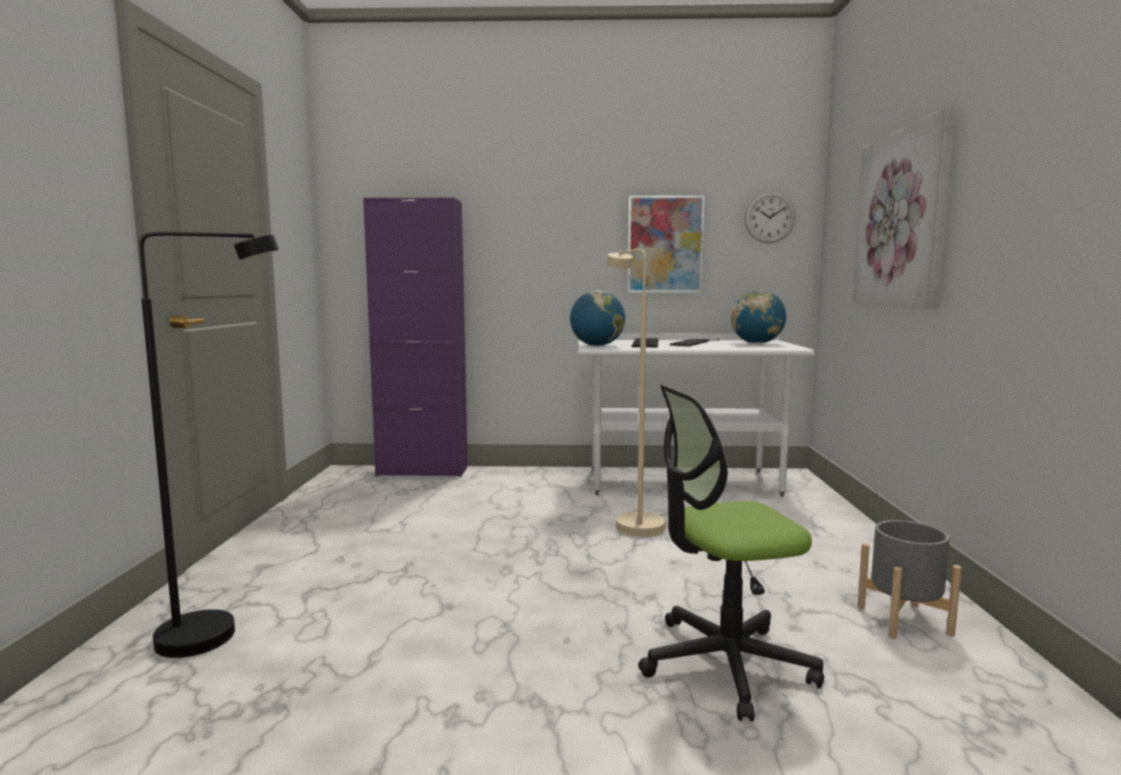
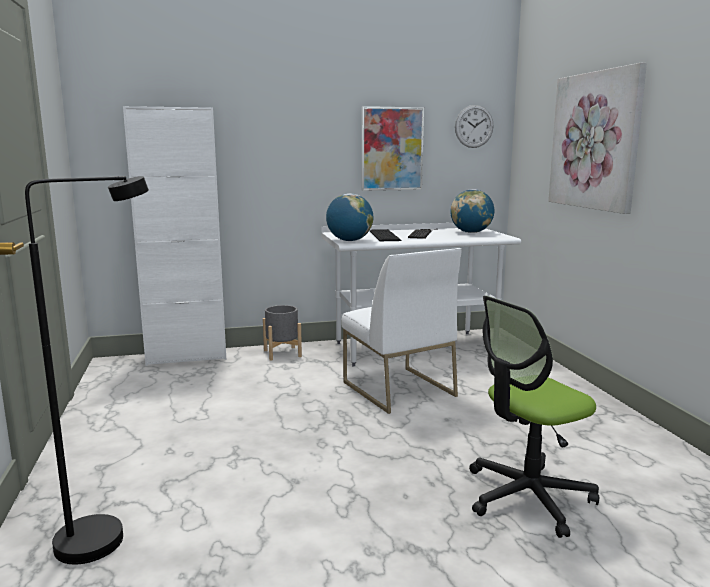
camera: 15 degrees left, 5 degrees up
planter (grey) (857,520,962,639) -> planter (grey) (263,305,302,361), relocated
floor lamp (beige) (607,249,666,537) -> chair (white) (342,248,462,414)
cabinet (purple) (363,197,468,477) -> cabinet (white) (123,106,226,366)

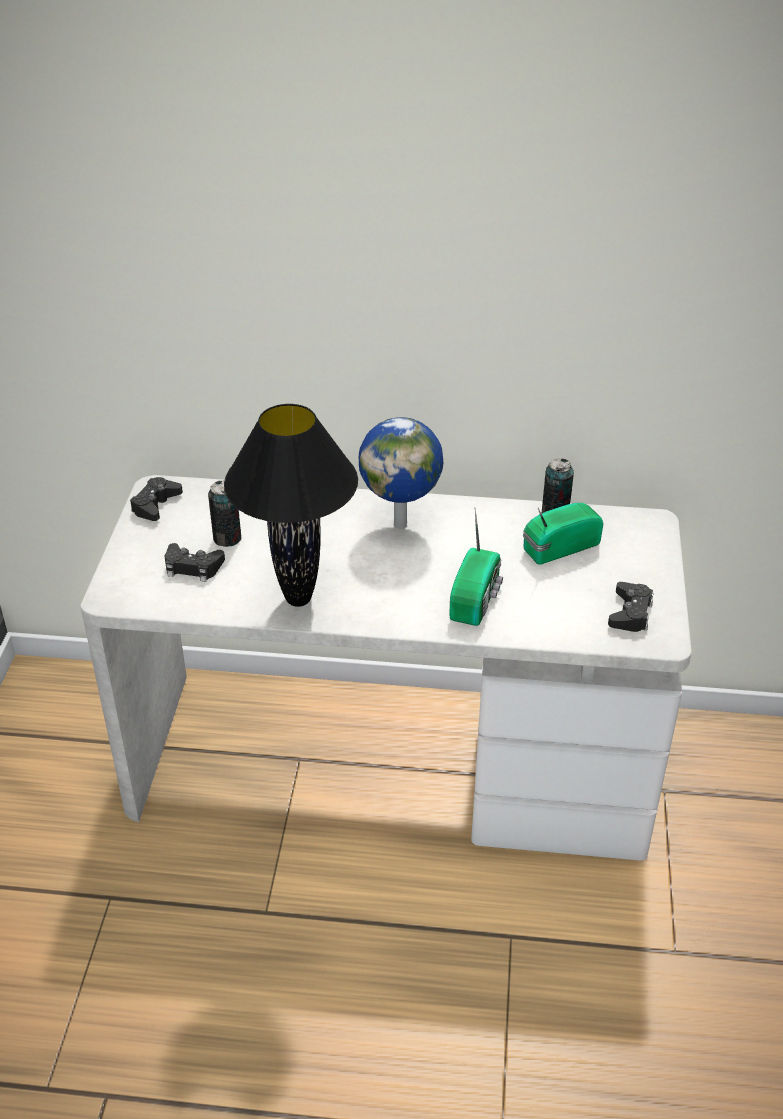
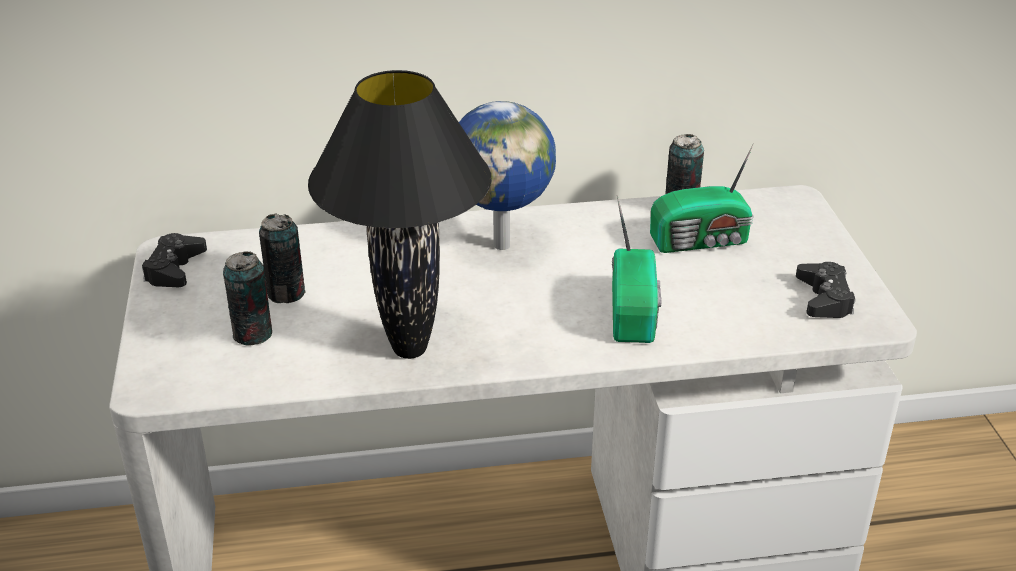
camera: 15 degrees left, 5 degrees down
game controller (black) (164,543,225,582) -> can (223,251,272,346)
radio (523,503,603,565) -> radio (650,143,754,253), 150 degrees counterclockwise

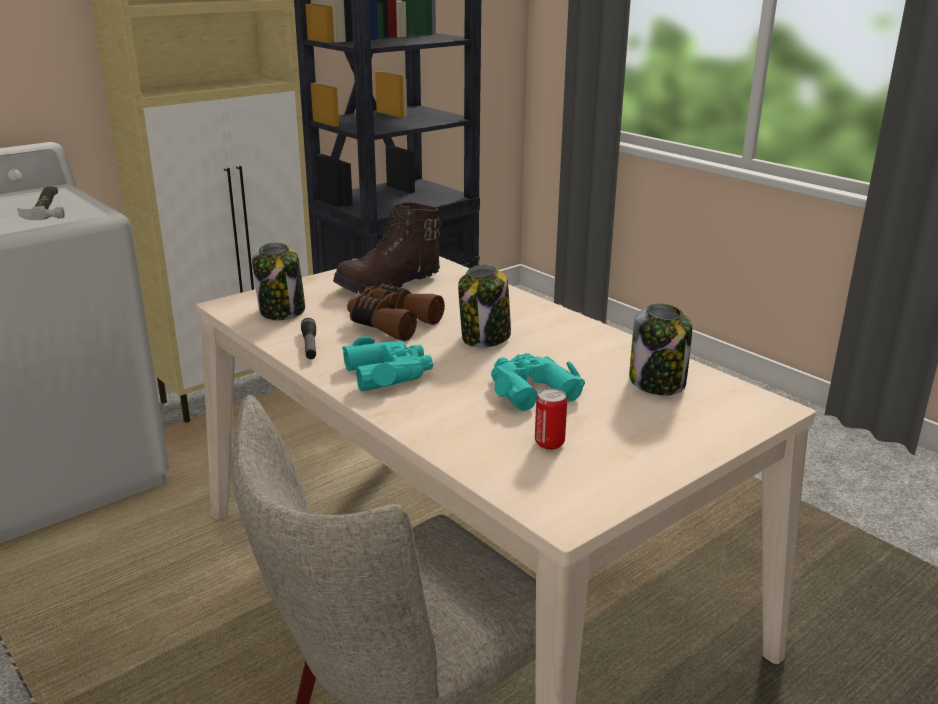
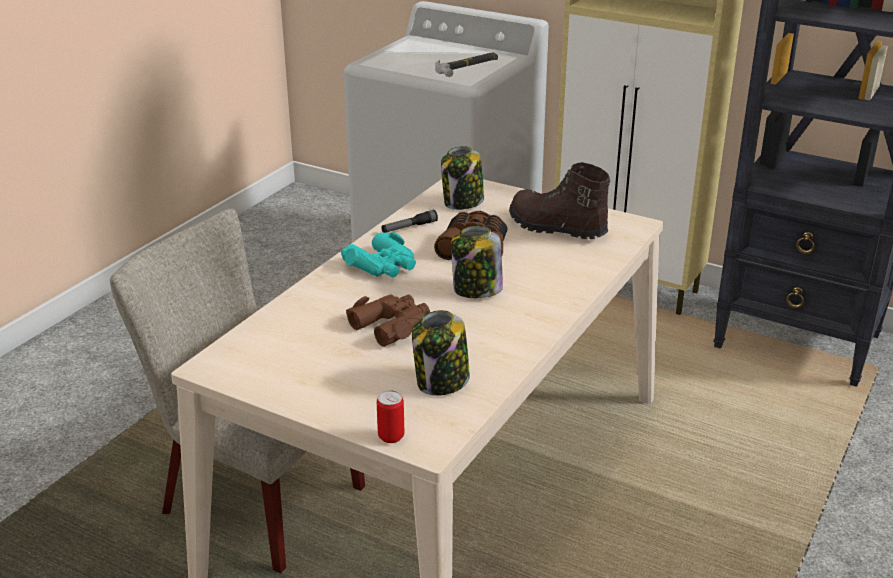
camera: 70 degrees right, 5 degrees up
can (535,389,567,450) -> can (377,390,404,443), relocated
binoculars (turquoise) (491,353,585,411) -> binoculars (brown) (346,294,430,347)

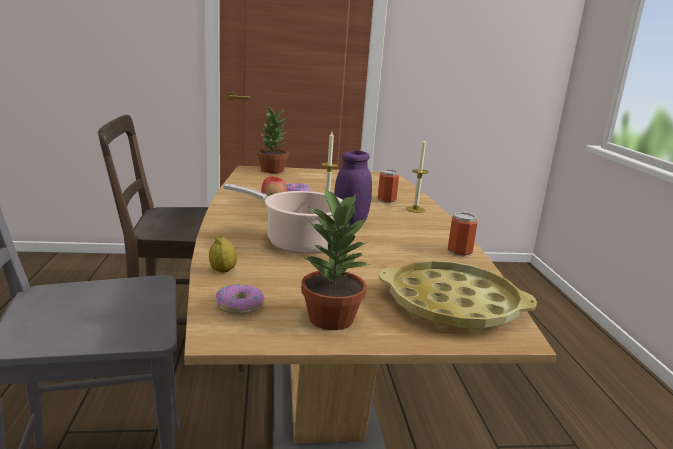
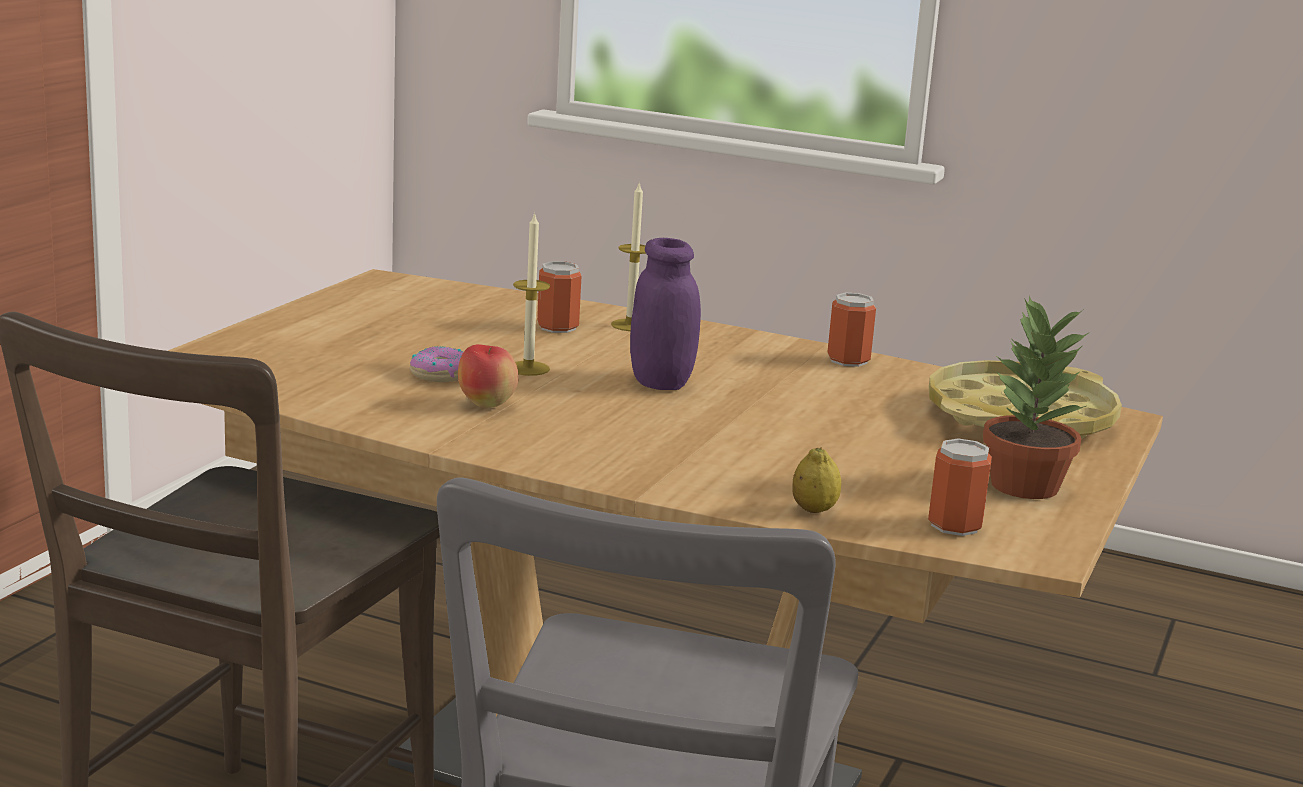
camera: 60 degrees left, 0 degrees up
cooking pot (223,184,343,254) -> none
potted plant (257,107,289,173) -> none
donut (216,284,265,315) -> can (928,438,992,536)

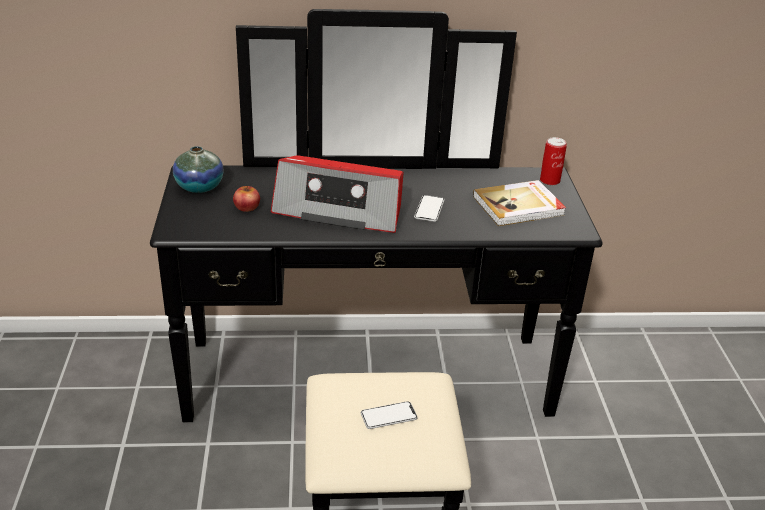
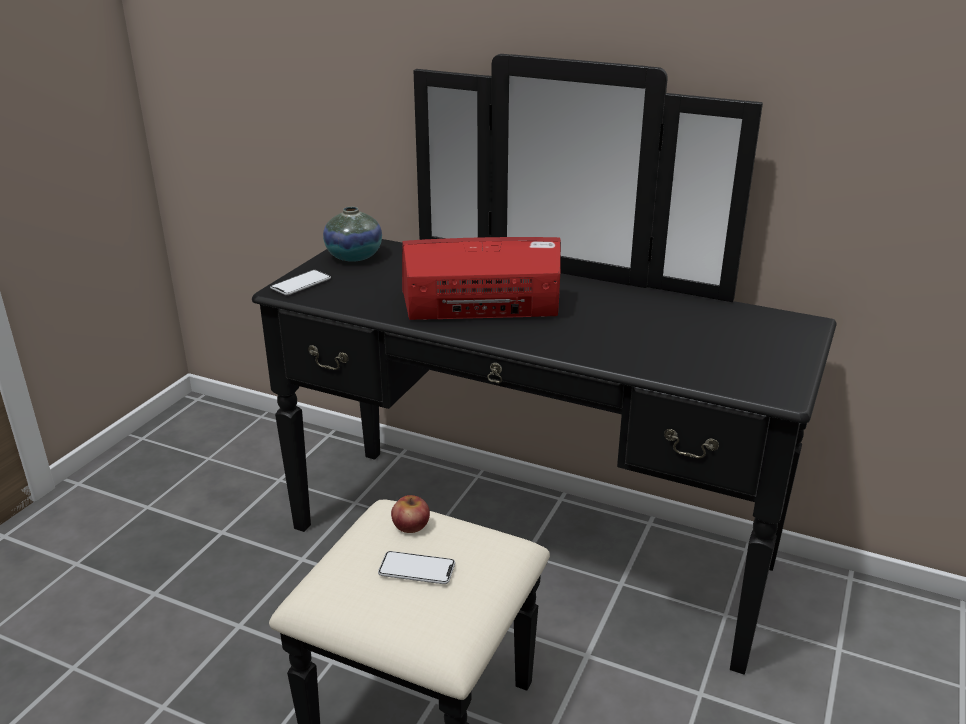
camera: 30 degrees right, 5 degrees down
book (473,180,566,226) -> none
can (540,137,567,185) -> none
apple (233,186,260,212) -> apple (391,495,430,533), relocated
phone (414,195,445,222) -> phone (270,270,331,295), relocated
radio (271,155,404,233) -> radio (402,237,561,320), 135 degrees clockwise

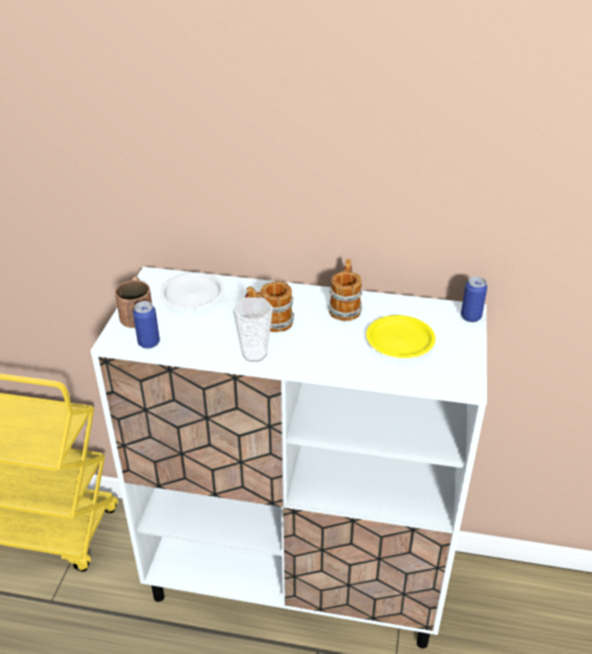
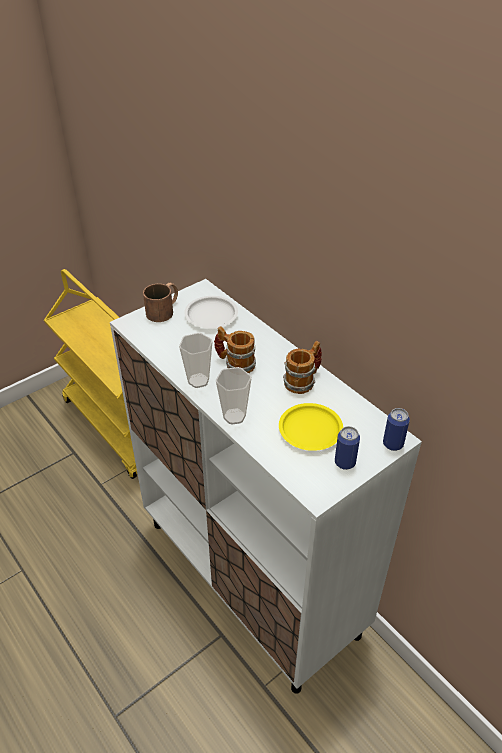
camera: 40 degrees right, 5 degrees up
none -> cup (216,367,252,424)
can (133,301,160,349) -> can (335,426,360,470), relocated

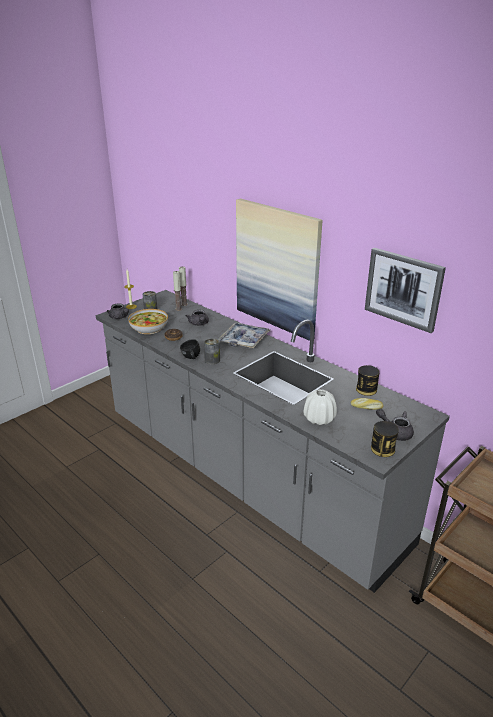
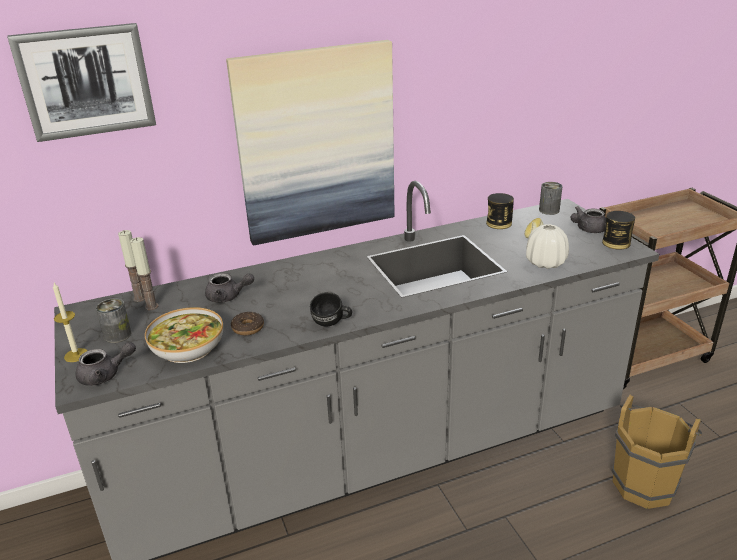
camera: 65 degrees left, 0 degrees up
tray (218,322,270,348) -> none
none -> bucket (brown) (612,395,702,509)
can (204,338,220,364) -> can (539,182,563,215), relocated
picture (365,248,446,333) -> picture (7,23,156,142), relocated

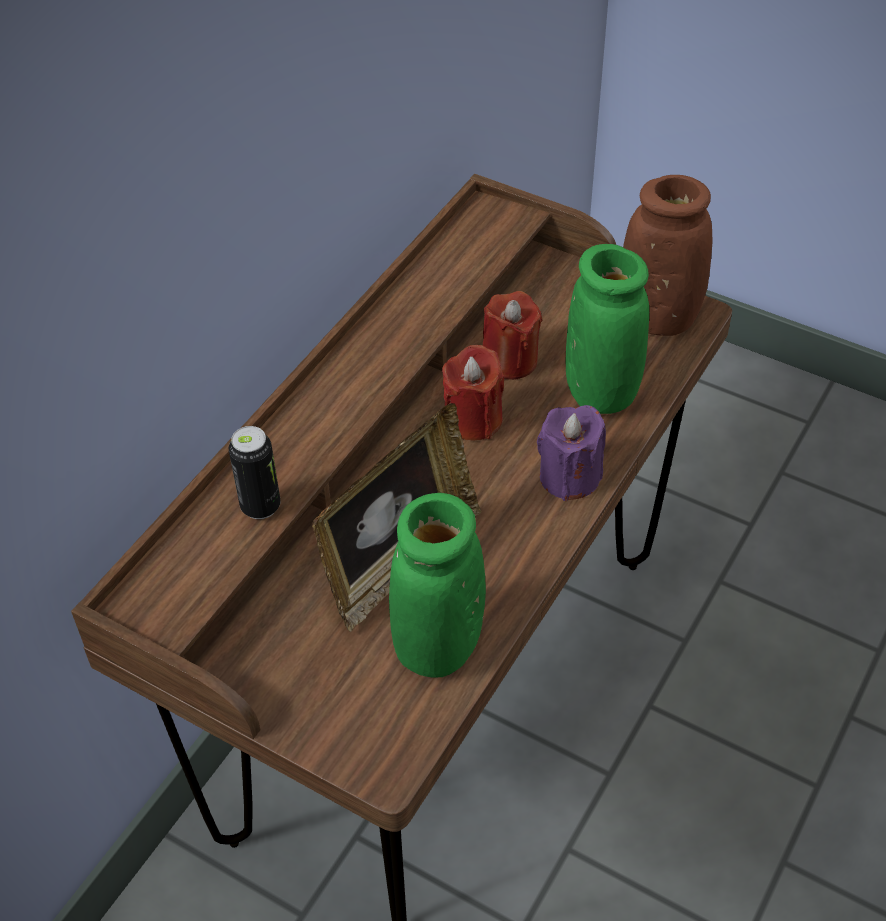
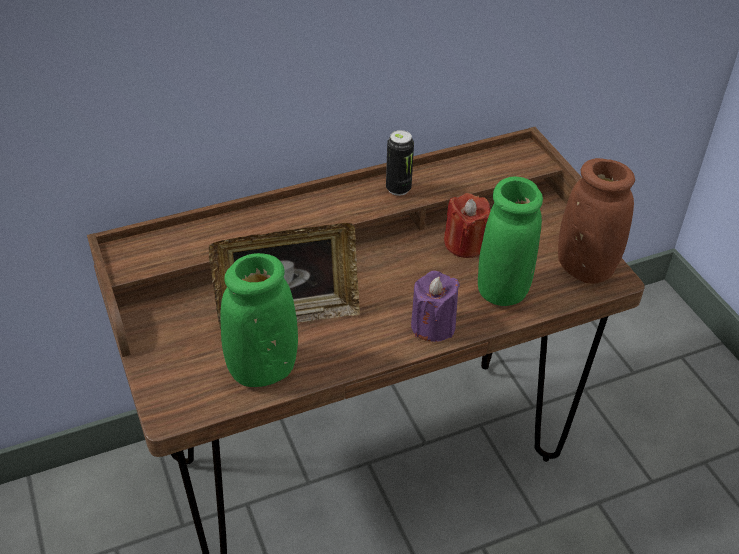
camera: 35 degrees right, 5 degrees down
candle (red) (442,345,504,441) -> none
can (229,426,281,519) -> can (386,130,414,196), relocated

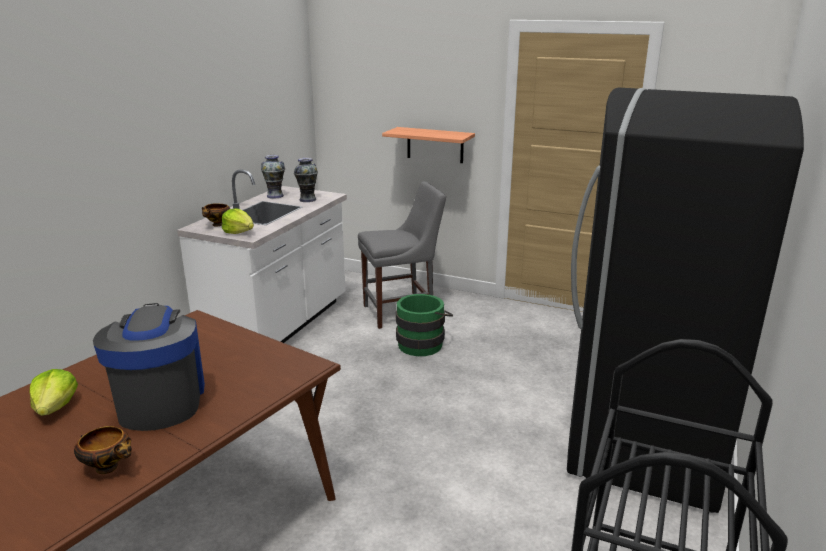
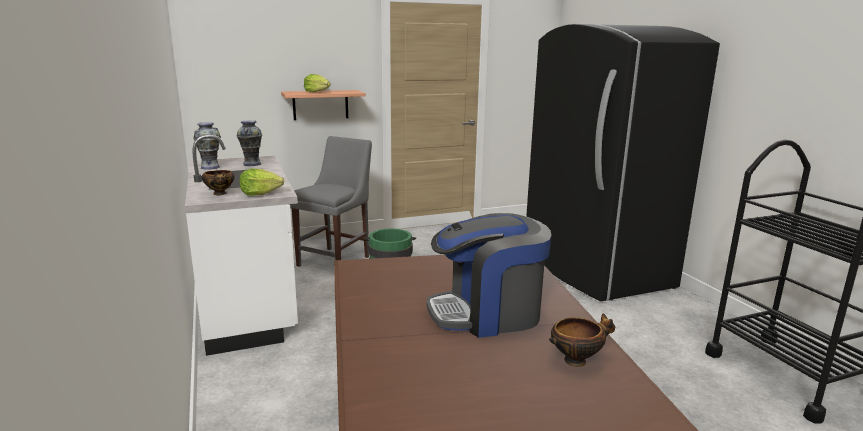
camera: 45 degrees left, 5 degrees down
lettuce (30,369,78,416) -> lettuce (304,74,331,92), relocated
coffee machine (93,303,205,431) -> coffee machine (427,213,551,338), 45 degrees counterclockwise

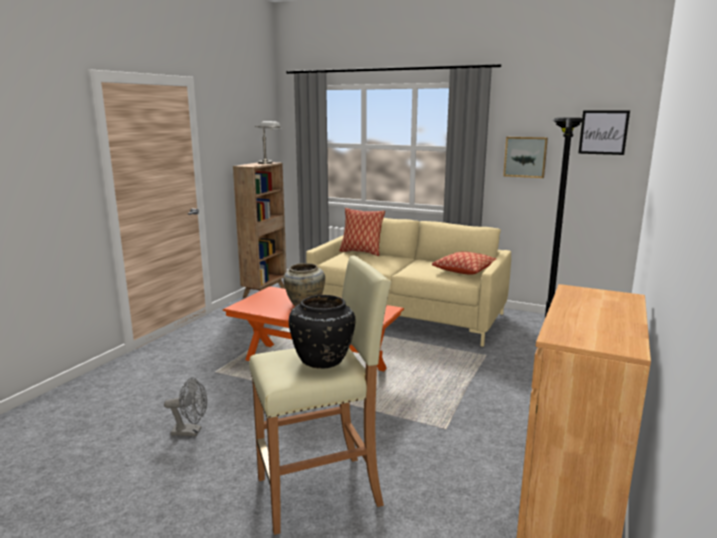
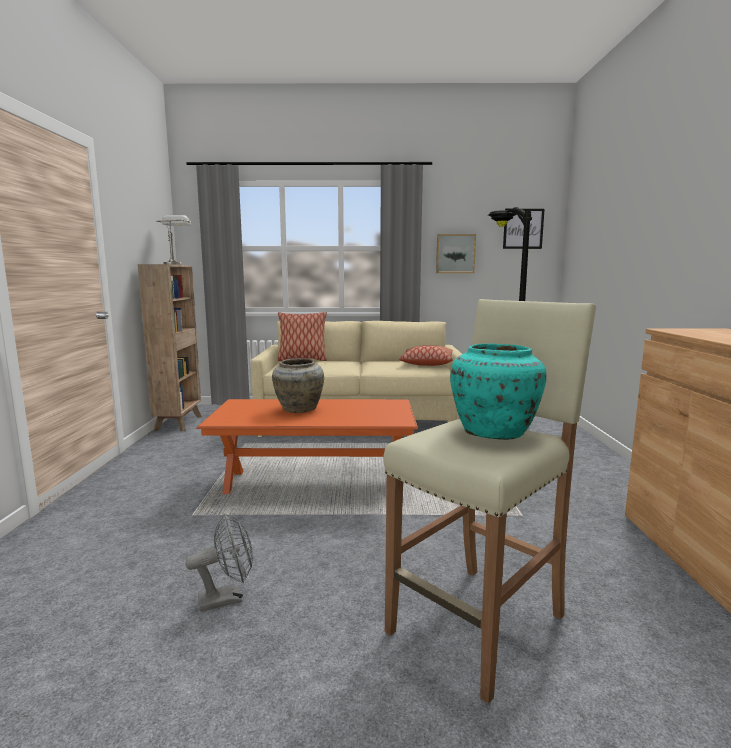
camera: 25 degrees left, 5 degrees down
vase (black) (289,295,355,369) -> vase (turquoise) (450,344,547,440)

